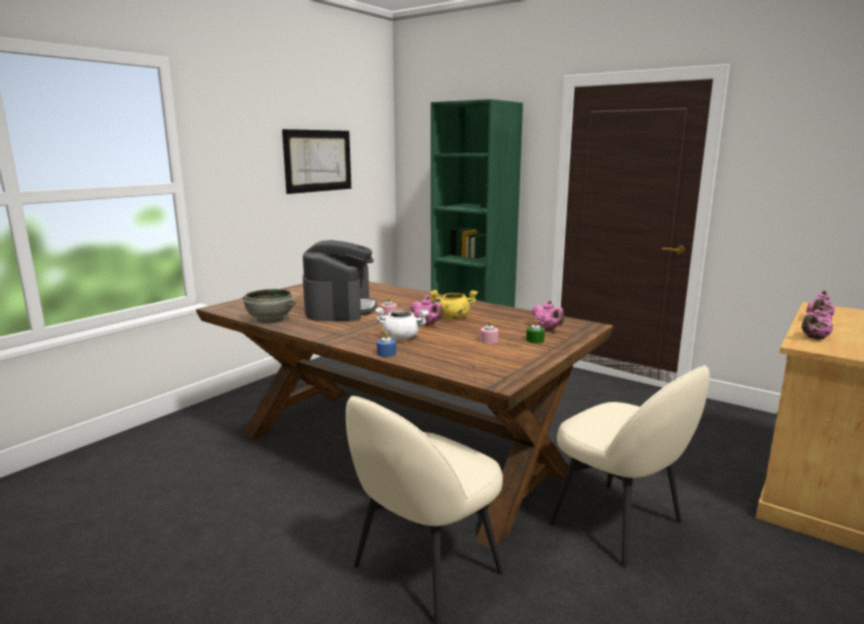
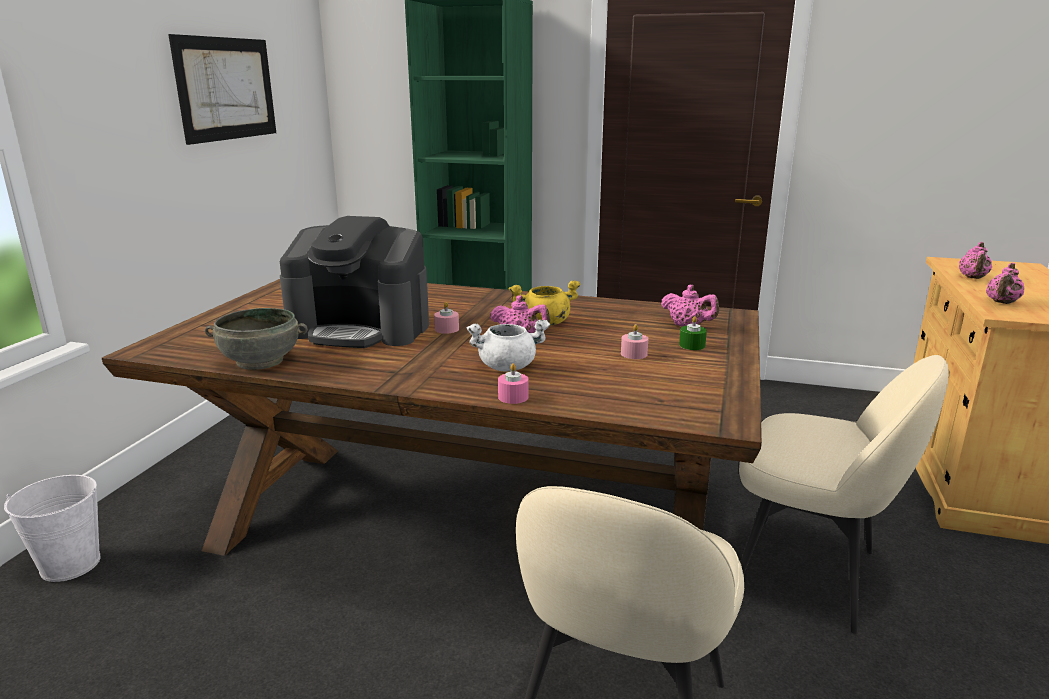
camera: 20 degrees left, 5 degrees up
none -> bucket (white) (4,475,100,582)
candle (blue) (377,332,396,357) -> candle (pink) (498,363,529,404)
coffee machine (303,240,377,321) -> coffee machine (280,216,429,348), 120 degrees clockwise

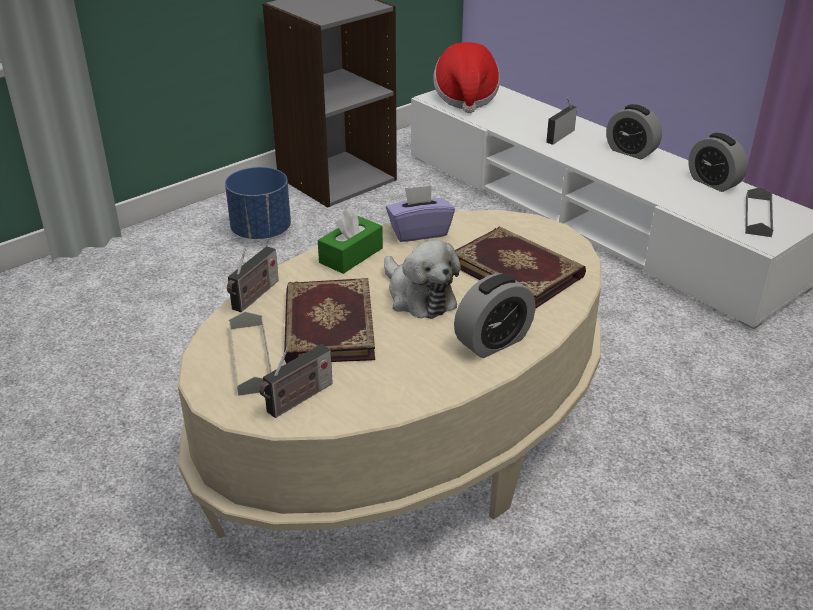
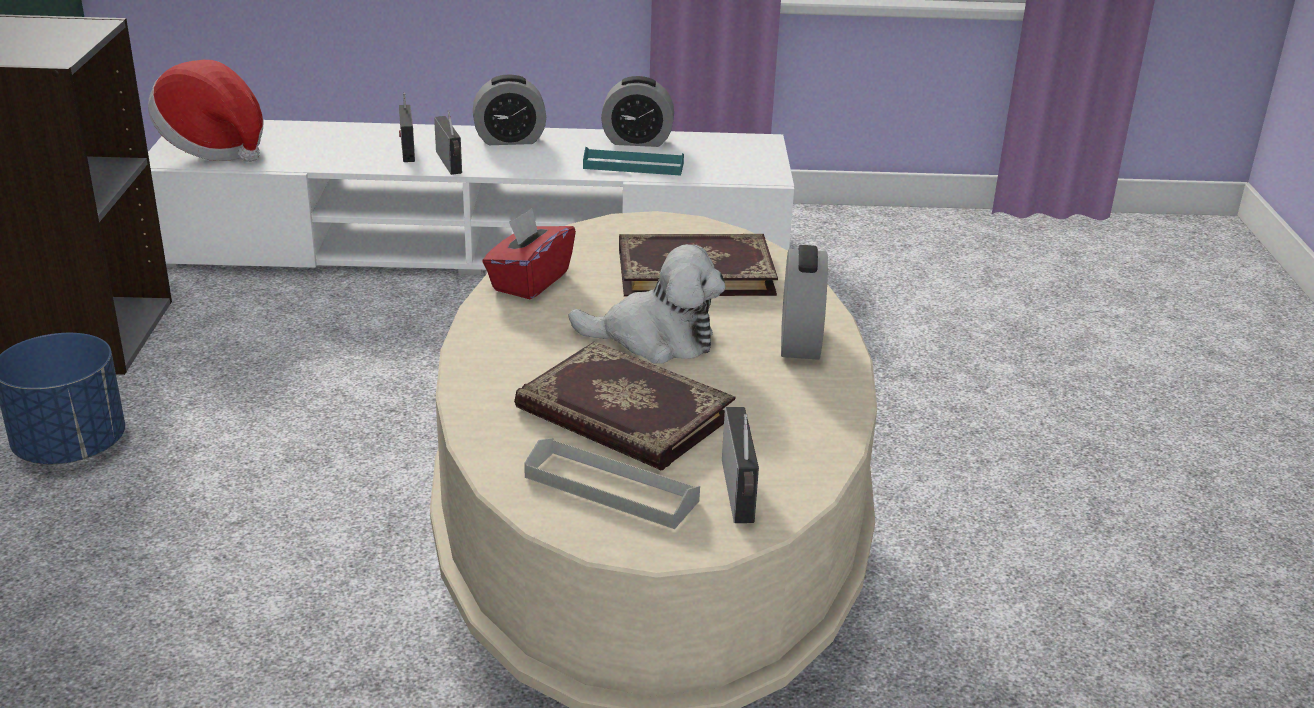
camera: 50 degrees left, 5 degrees down
tissue box (green) (318,208,383,274) -> none
tray (grey) (745,187,773,237) -> none
none -> tray (turquoise) (583,147,684,176)
radio (227,246,279,313) -> radio (434,110,462,175), relocated
tissue box (purple) (386,185,455,242) -> tissue box (red) (483,208,576,299)

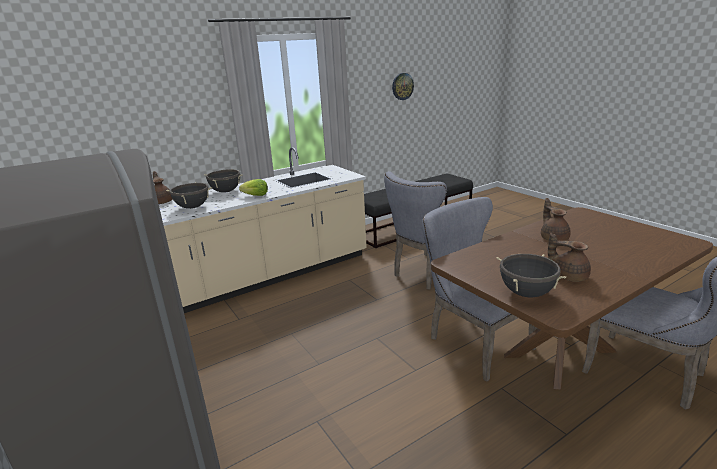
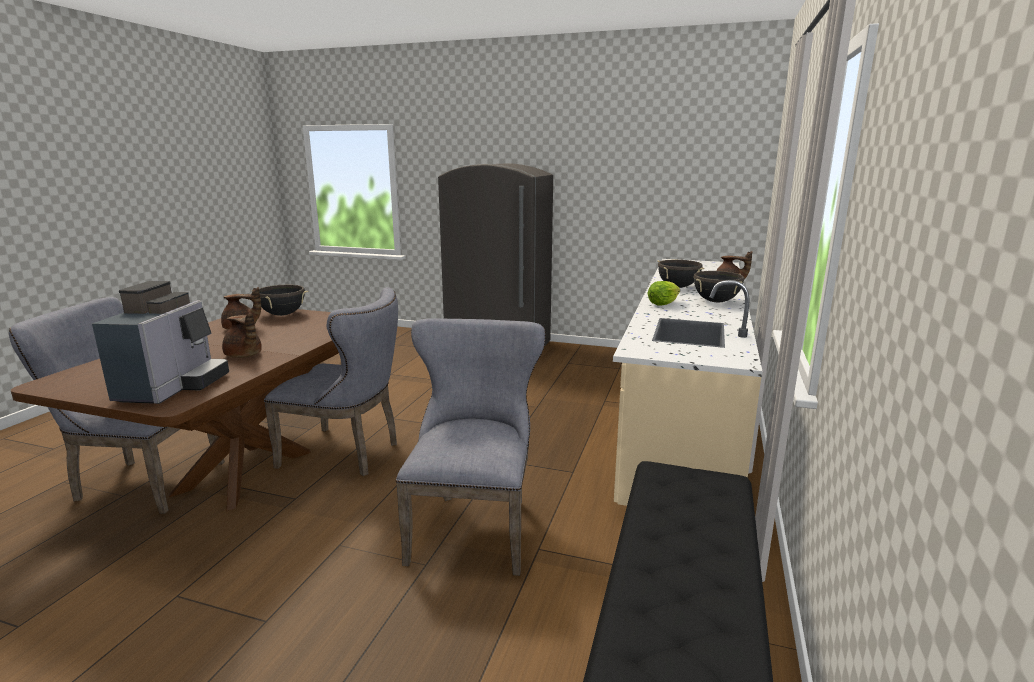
camera: 140 degrees right, 5 degrees down
wall clock (392,73,414,100) -> none
none -> coffee machine (92,281,229,404)

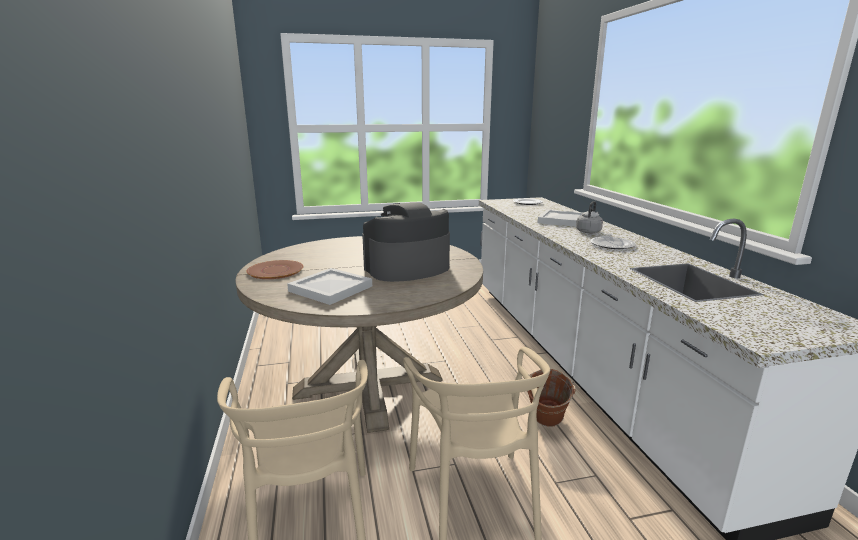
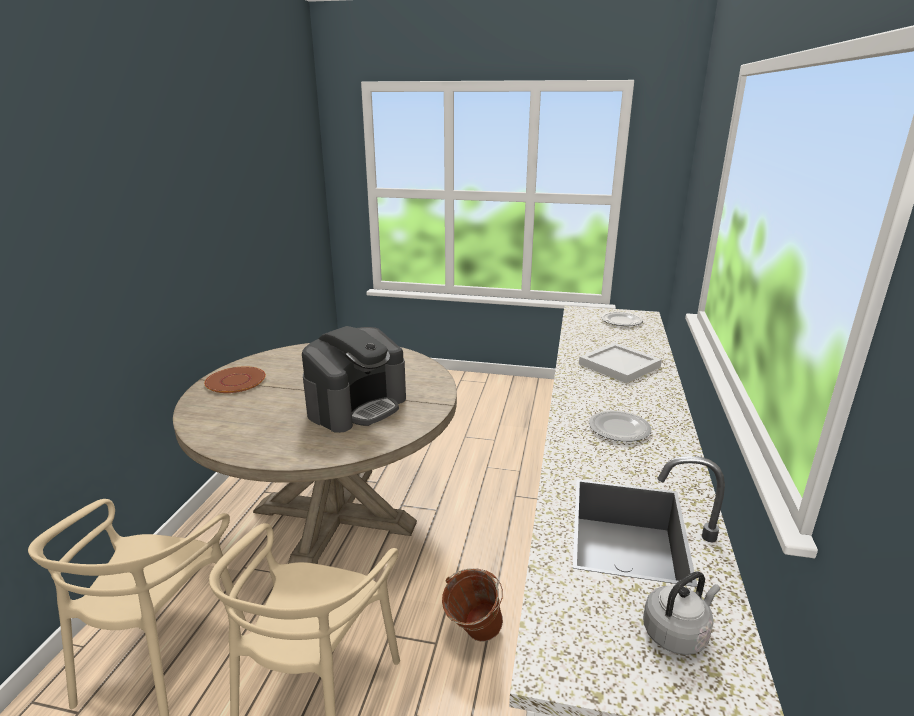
camera: 25 degrees right, 5 degrees up
tray (white) (287,268,372,305) -> none
kettle (grey) (576,201,603,233) -> kettle (grey) (643,571,720,655), relocated
coffee machine (362,202,450,282) -> coffee machine (302,326,406,433), 135 degrees clockwise

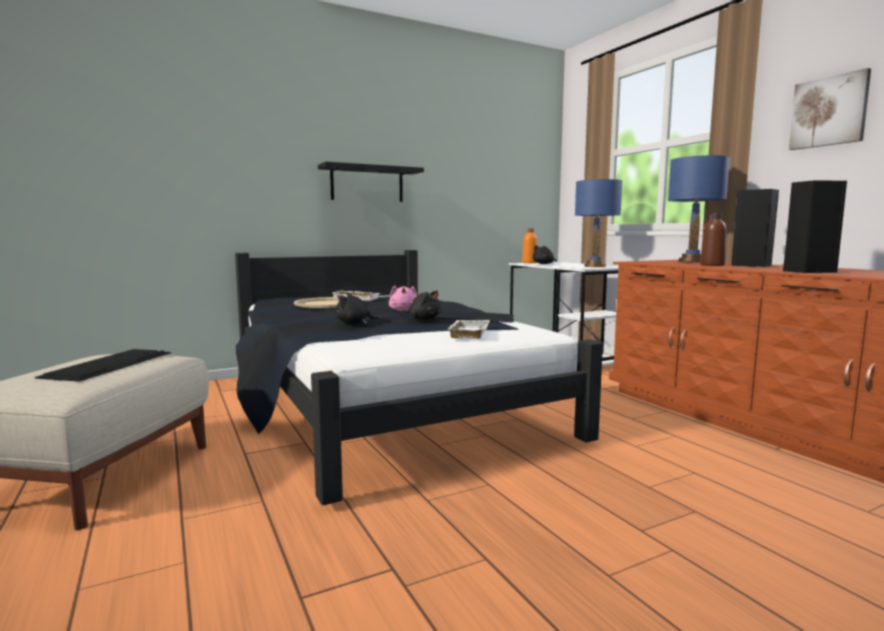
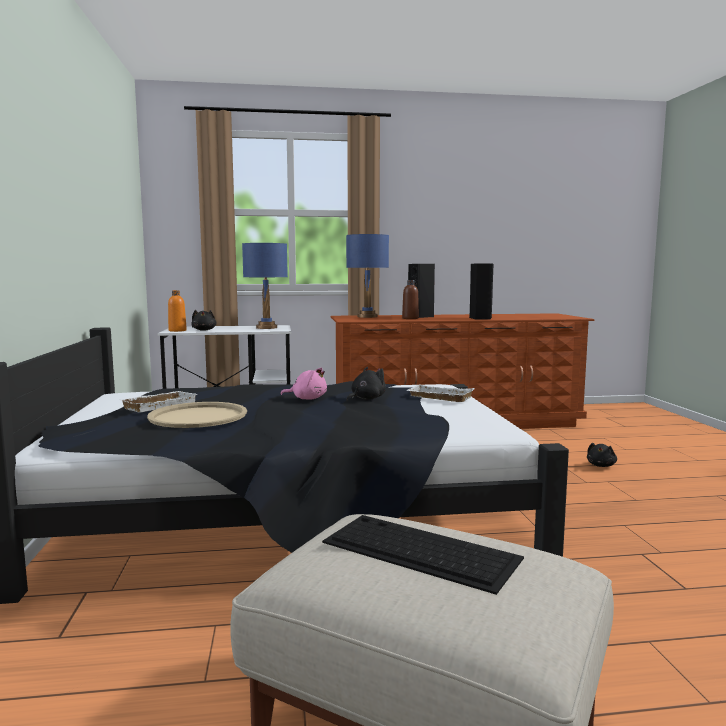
camera: 70 degrees left, 0 degrees up
shelf (black) (318,162,424,202) -> none
picture (789,68,871,150) -> none
plush toy (black) (335,292,382,324) -> plush toy (black) (587,443,617,467), relocated

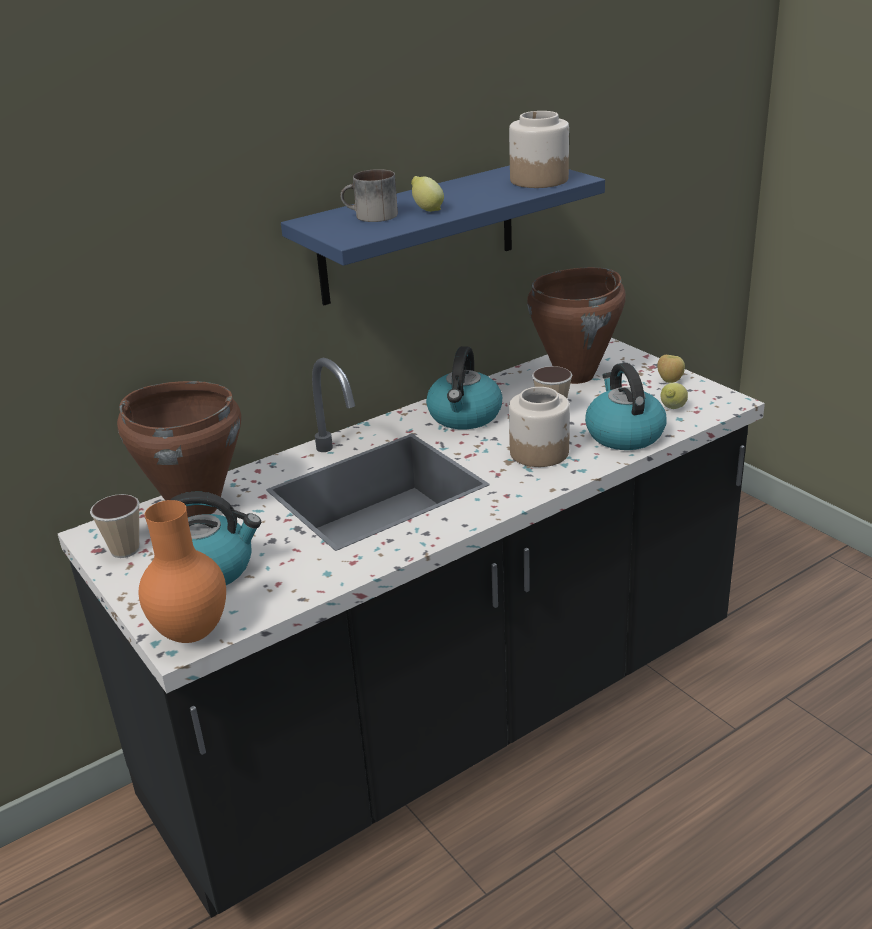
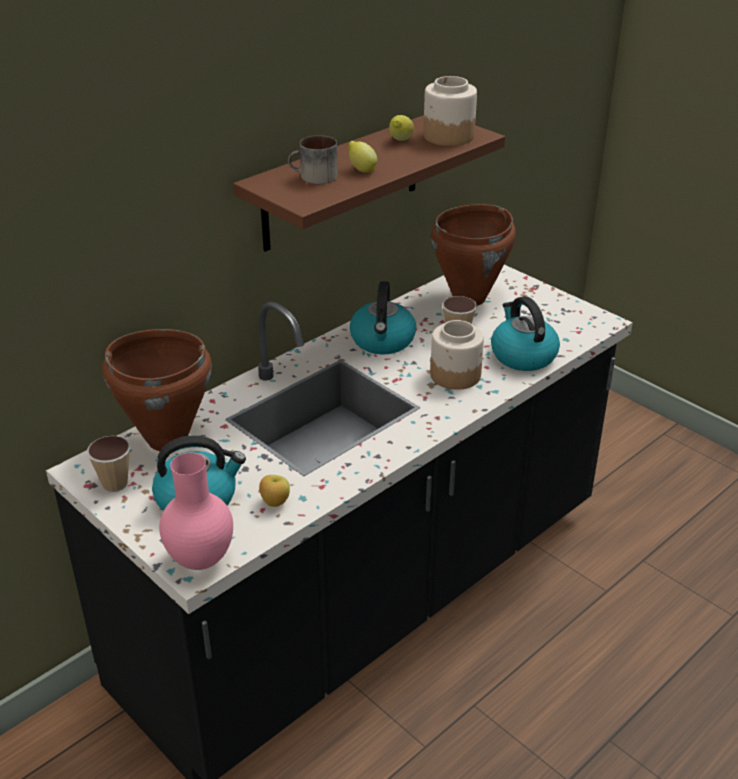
camera: 10 degrees left, 5 degrees up
apple (657,355,685,383) -> apple (259,475,290,507), relocated
lemon (661,383,688,409) -> lemon (389,115,414,141), relocated
vase (orange) (138,500,226,643) -> vase (pink) (159,453,233,570)
shelf (blue) (281,165,605,305) -> shelf (brown) (233,115,505,252)

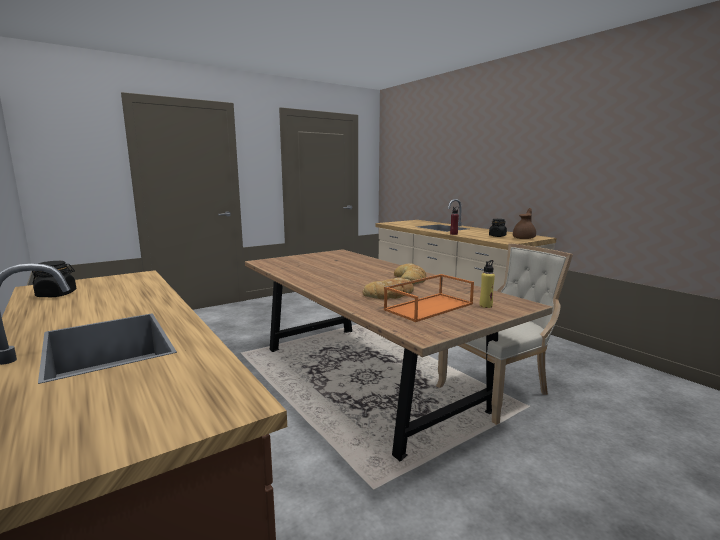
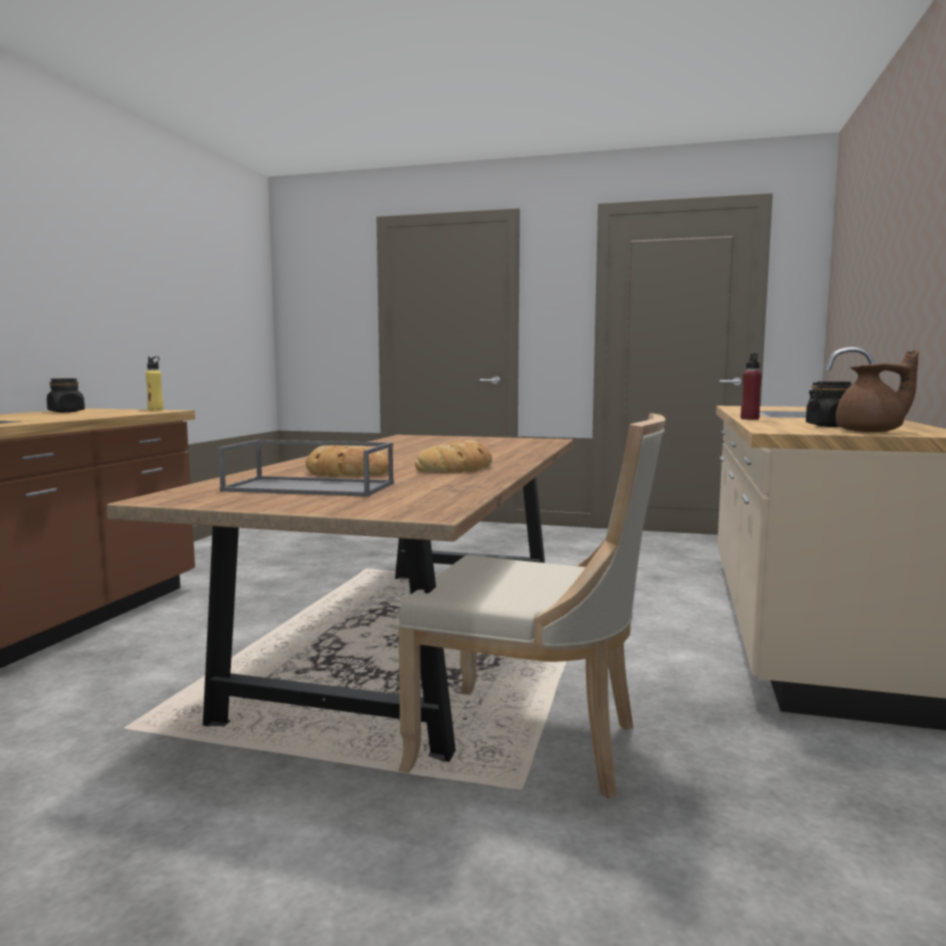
camera: 50 degrees right, 5 degrees down
bottle (yellow) (480,260,495,308) -> bottle (yellow) (146,356,163,411), relocated
tray (orange) (384,274,474,322) -> tray (grey) (218,440,394,497)

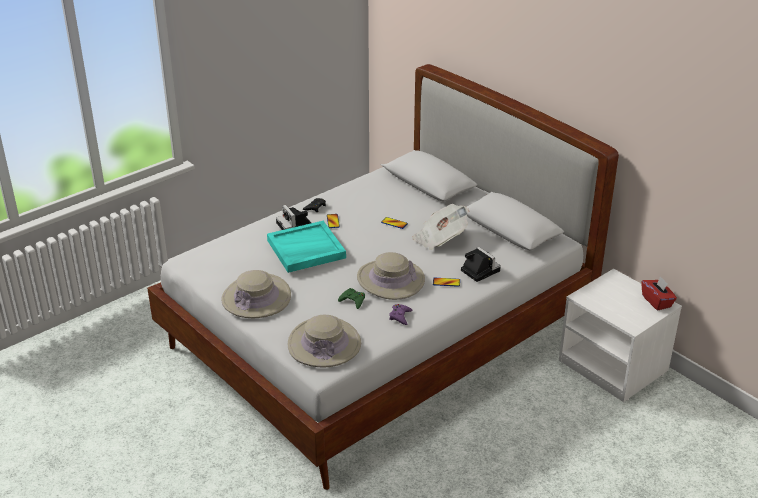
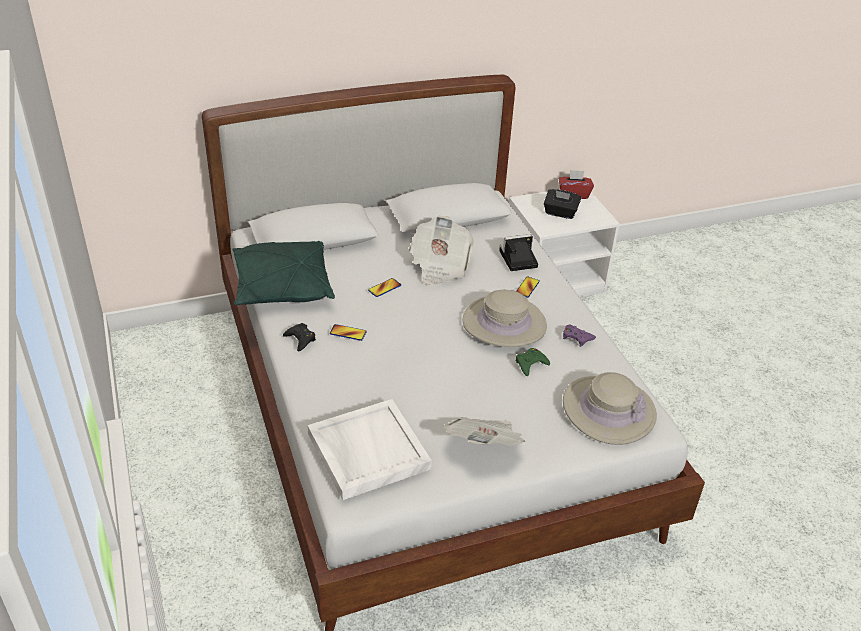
camera: 70 degrees left, 5 degrees up
tray (turquoise) (267,221,346,273) -> none
photo camera (276,205,311,230) -> none
none -> pillow (green) (232,241,335,305)
none -> tray (white) (307,399,432,500)
none -> tissue box (black) (544,189,581,219)
hat (beige) (221,270,291,318) -> newspaper (444,417,525,446)

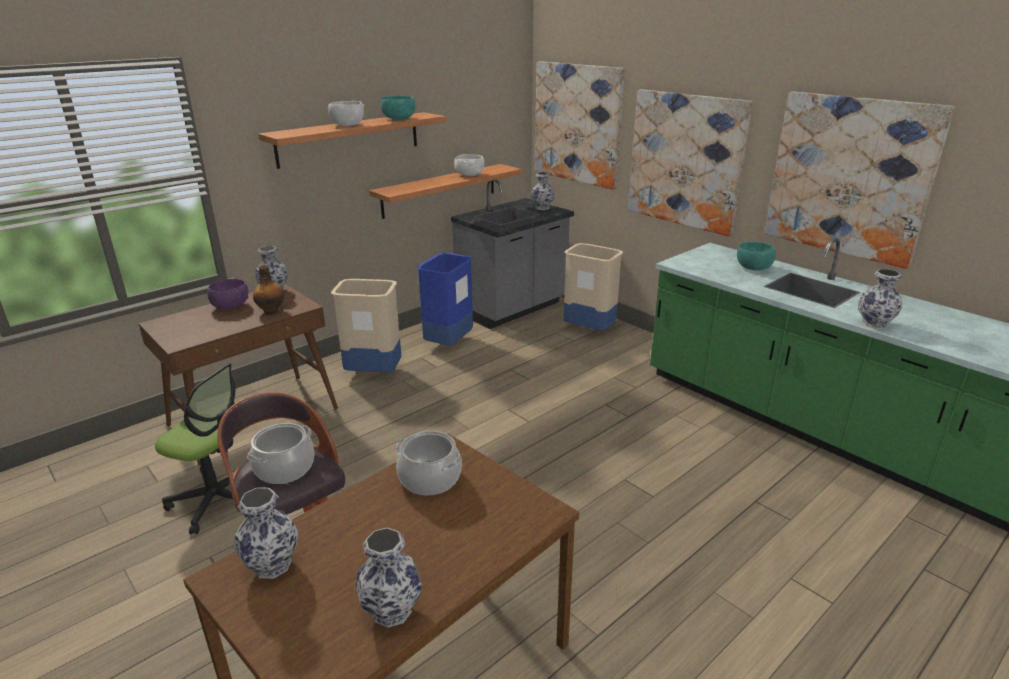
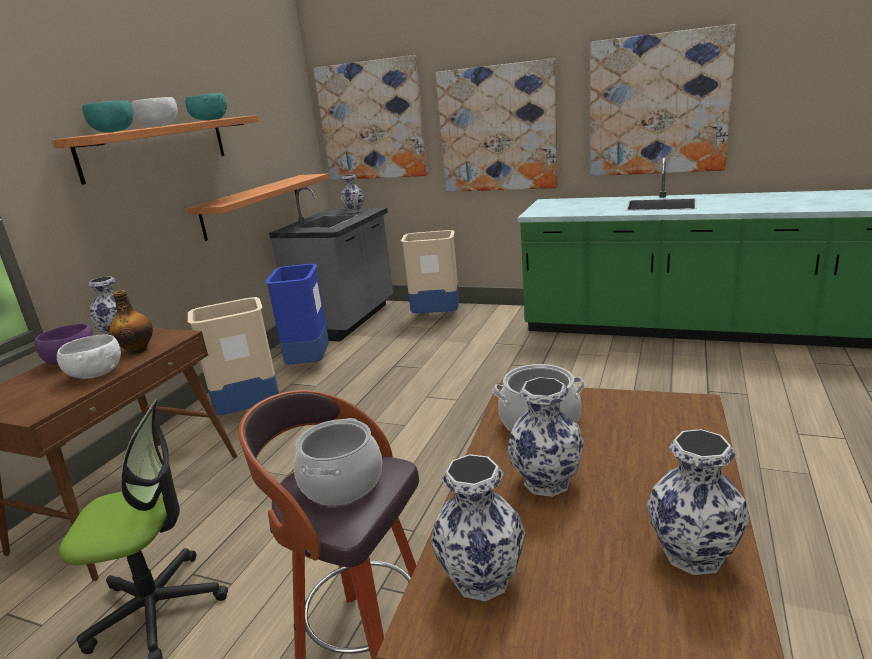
camera: 25 degrees left, 5 degrees down
bowl (white) (454,154,485,176) -> bowl (white) (57,335,121,379), relocated
bowl (turquoise) (737,242,776,270) -> bowl (turquoise) (82,100,133,133), relocated
vase (858,269,902,329) -> vase (507,377,584,497), relocated

